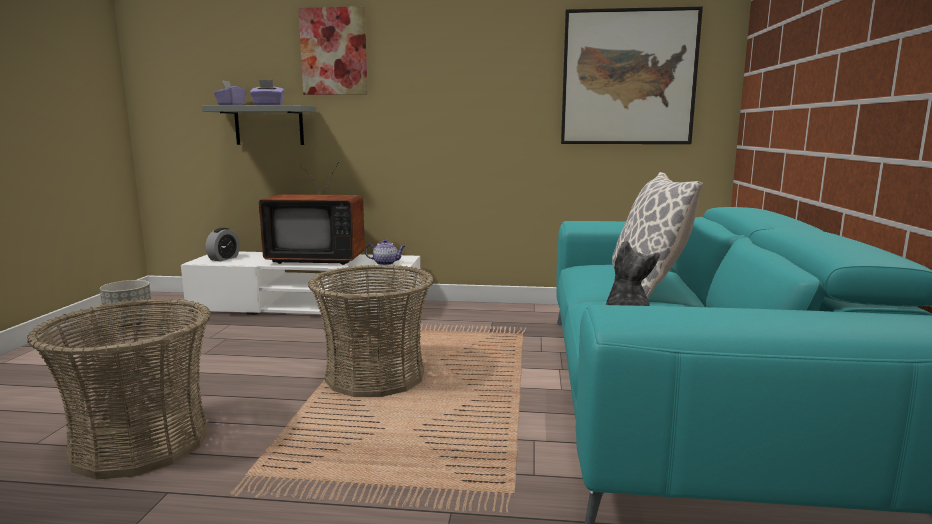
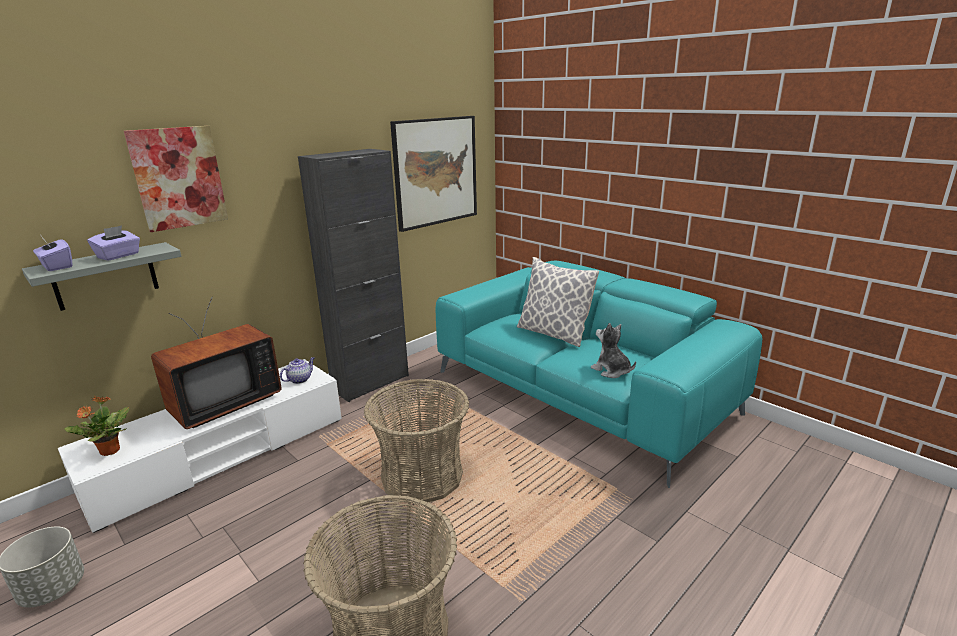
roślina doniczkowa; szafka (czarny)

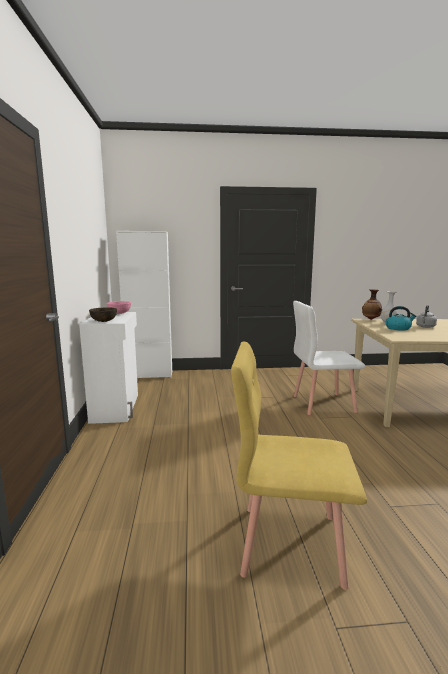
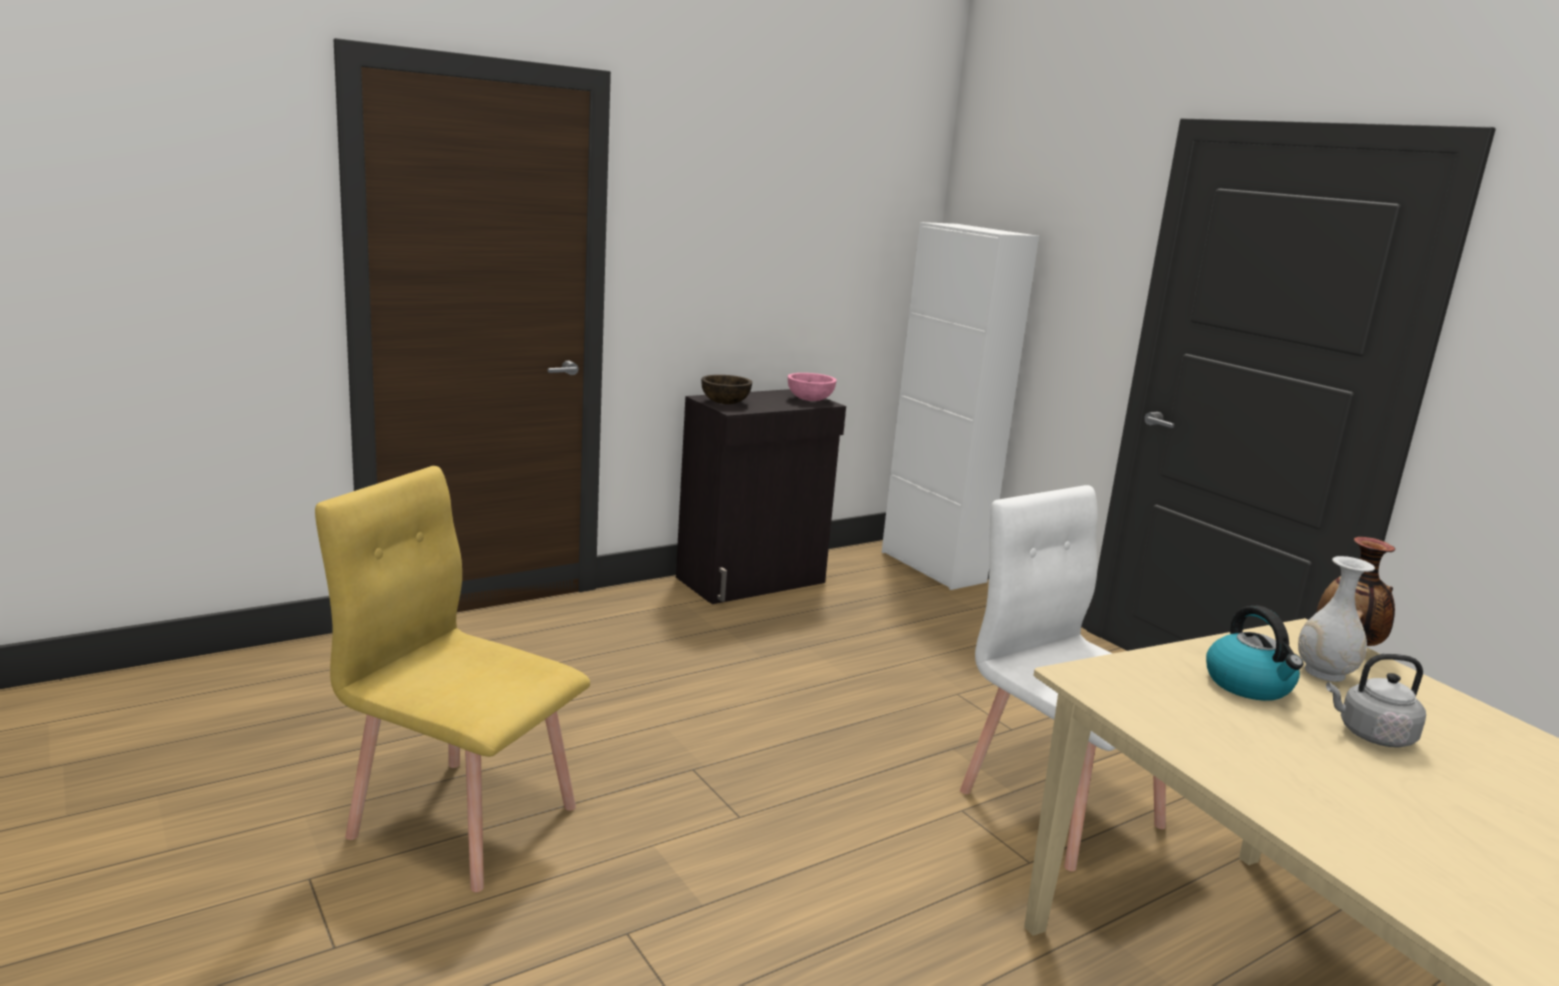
szafka (czarny); krzesło (żółty)

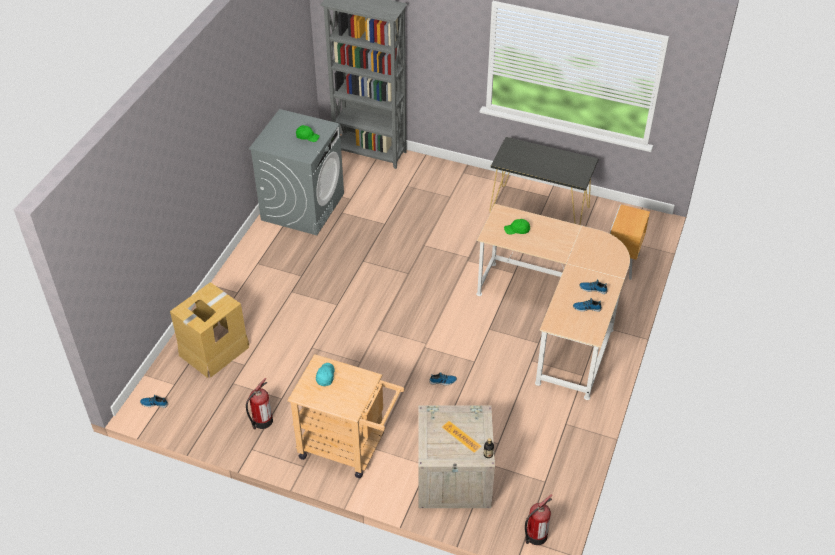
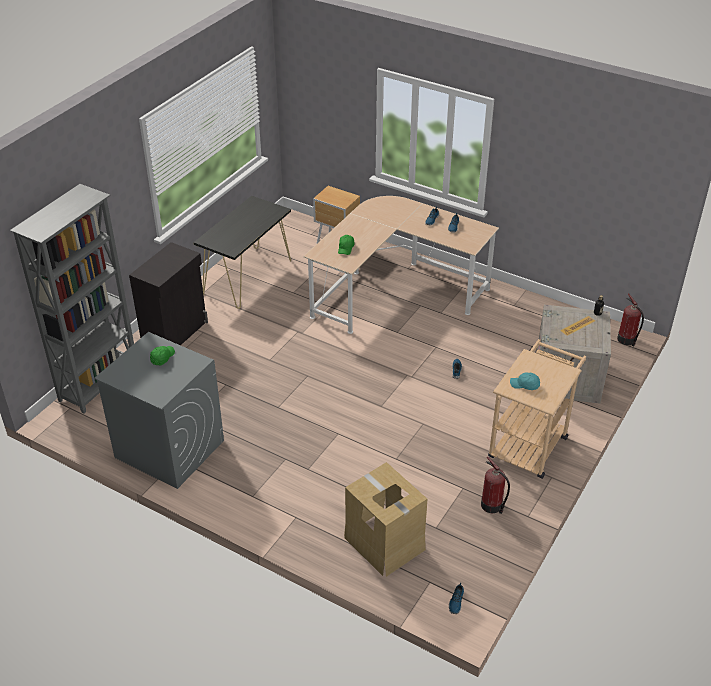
szafka (czarny)

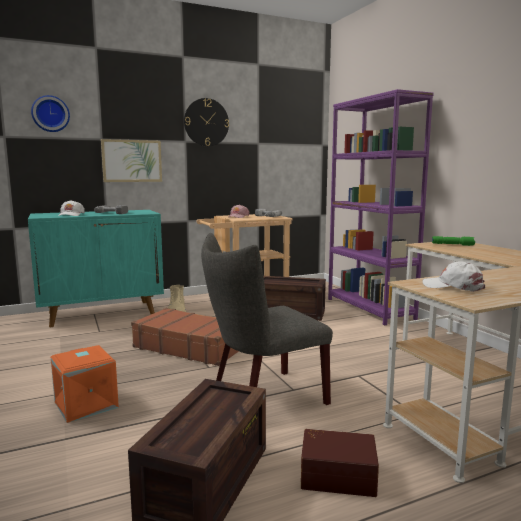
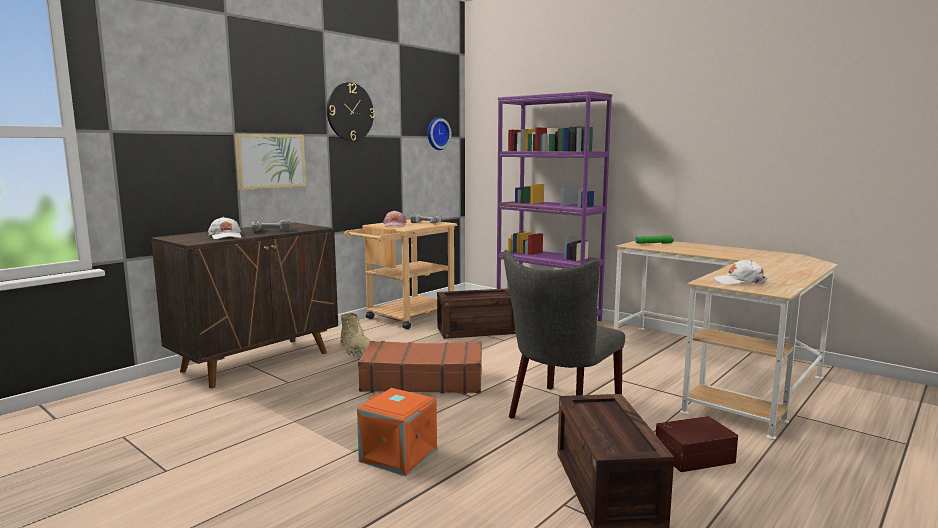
zegar ścienny (no. 2 from left); szafka (brązowy)

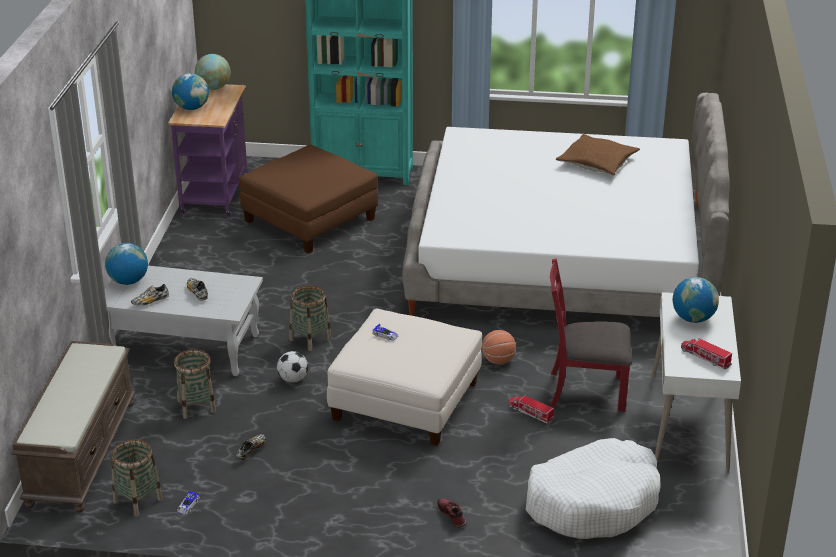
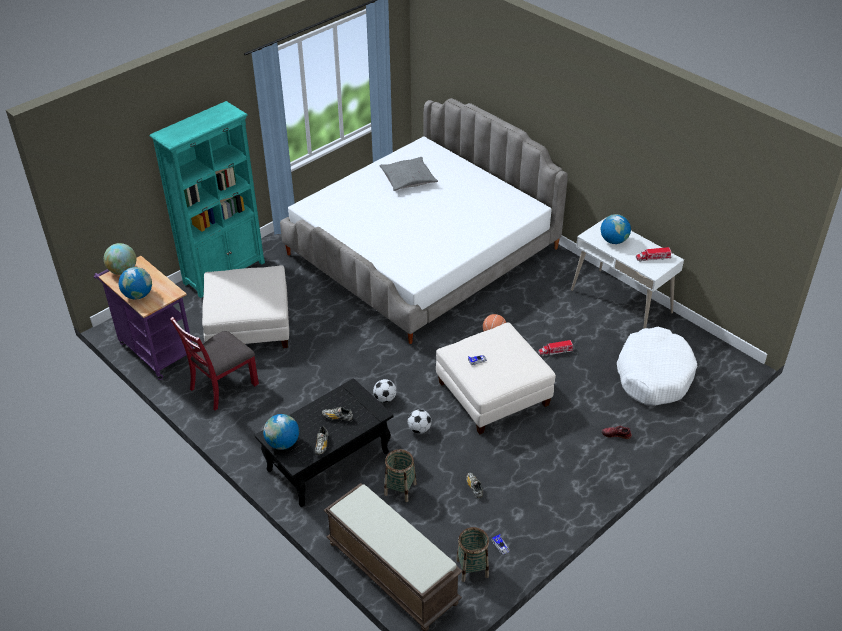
poduszka (szary); pufa (biały) (no. 1 from left); krzesło (czerwony); ława (czarny); piłka futbolowa (no. 1 from left)

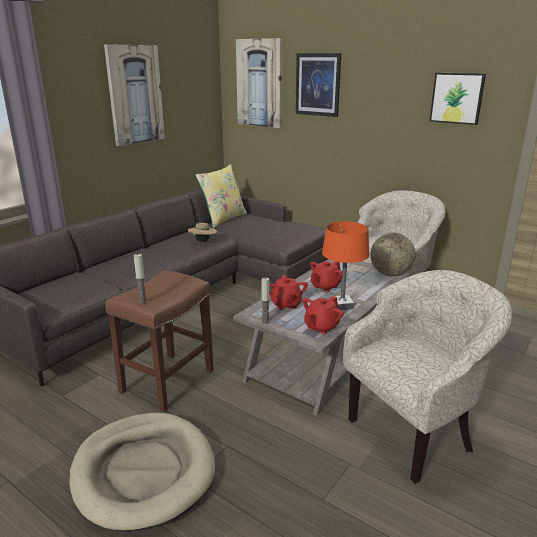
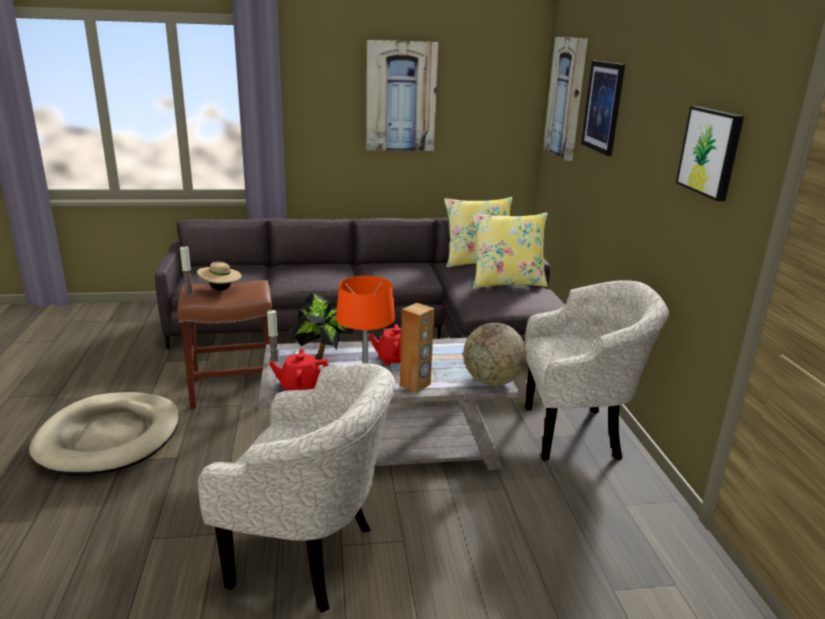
kapelusz (beżowy); roślina doniczkowa; poduszka (żółty) (no. 2 from left); głośnik (brązowy)

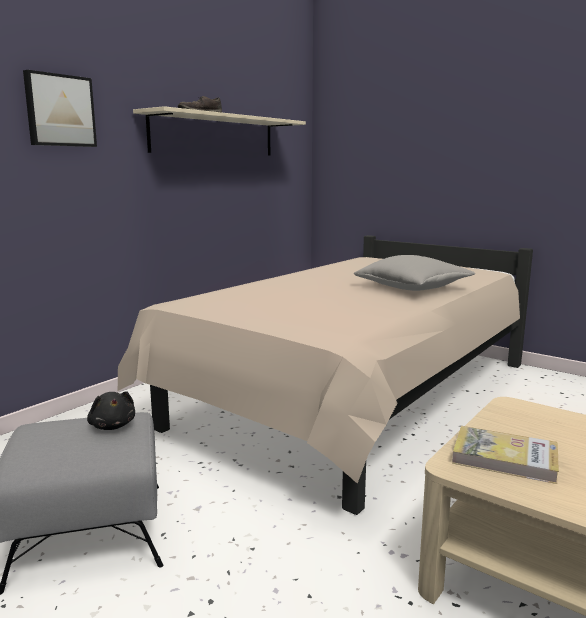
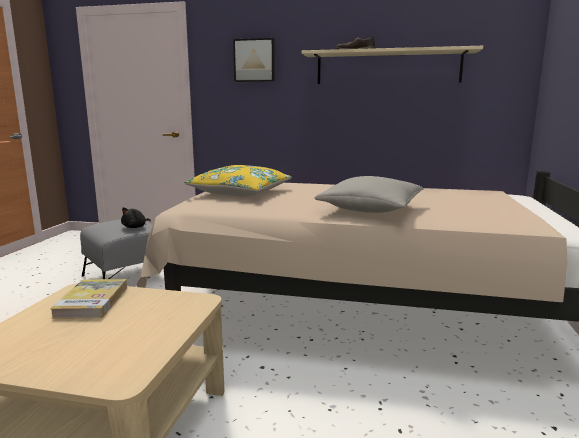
poduszka (żółty)

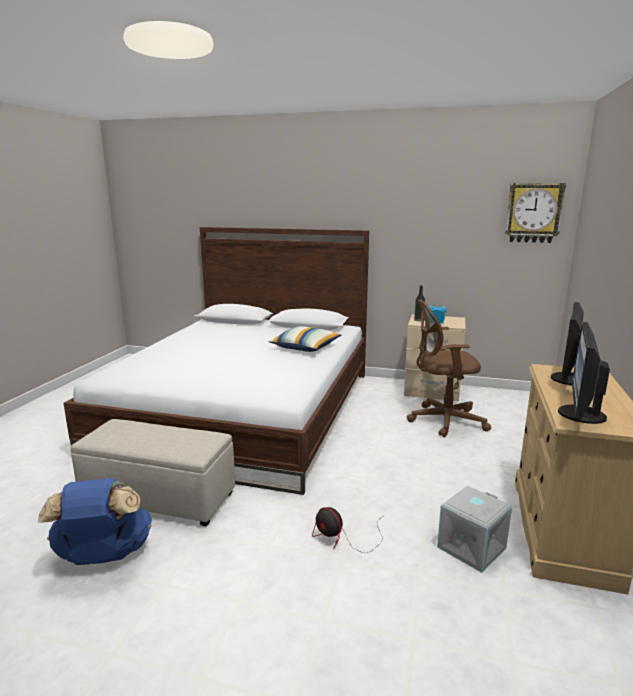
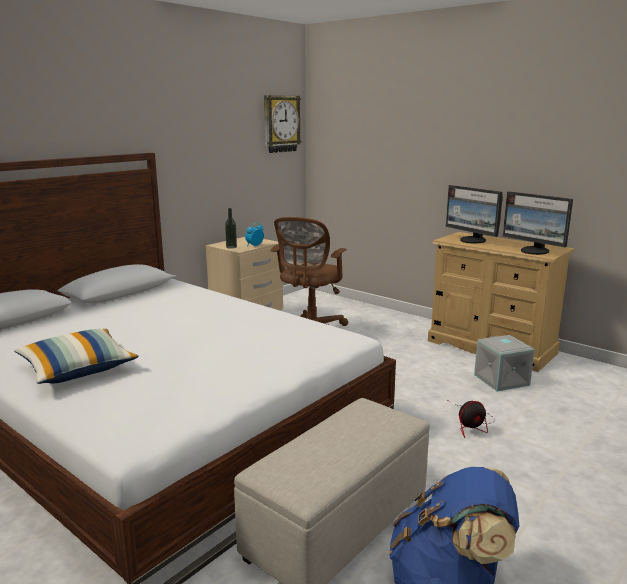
poduszka

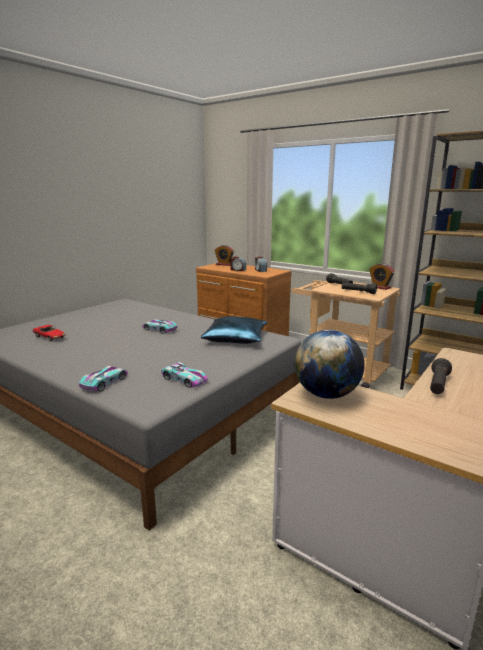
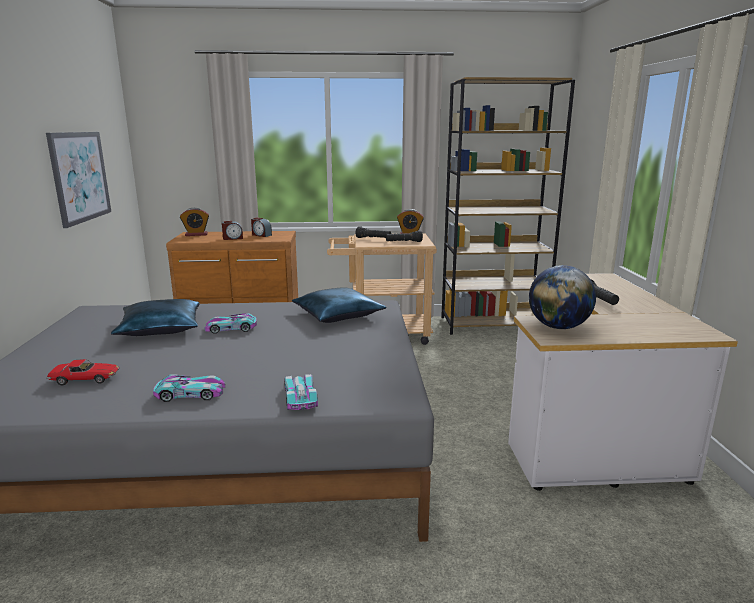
samochodzik (no. 2 from left); obraz; poduszka (niebieski) (no. 1 from left)

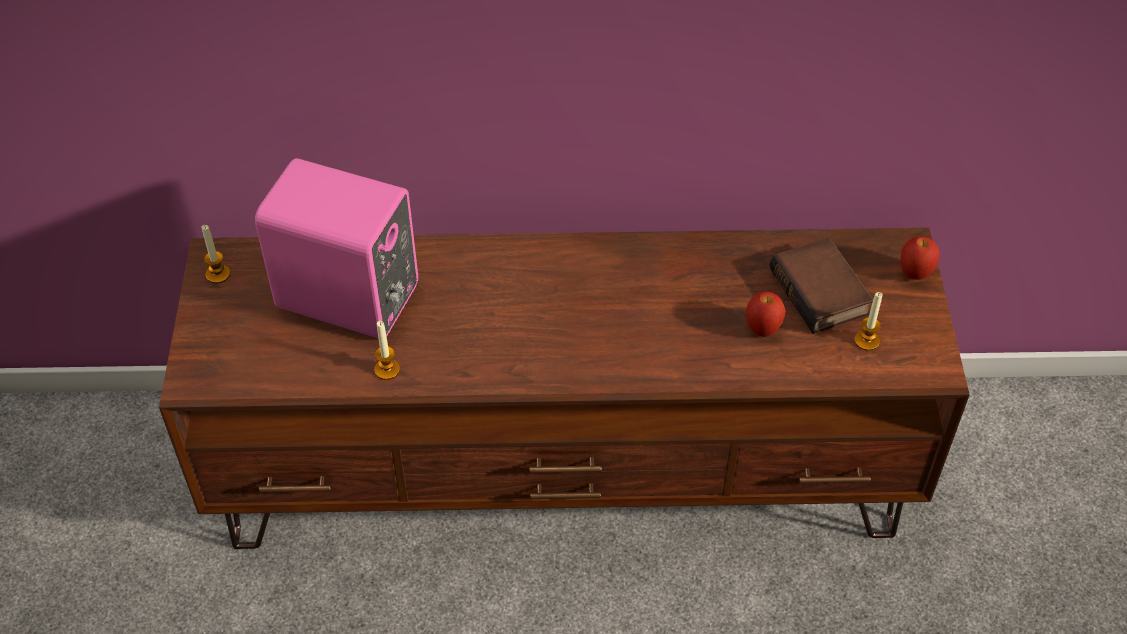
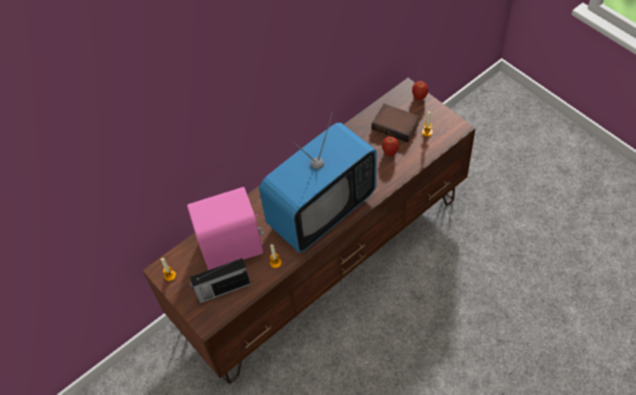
telewizor; radio

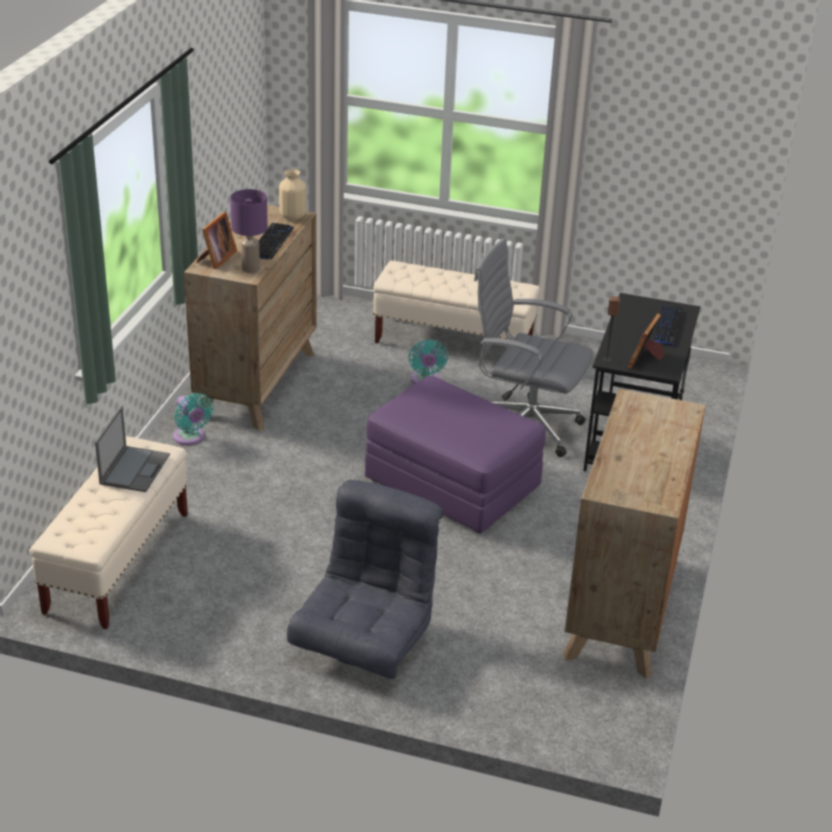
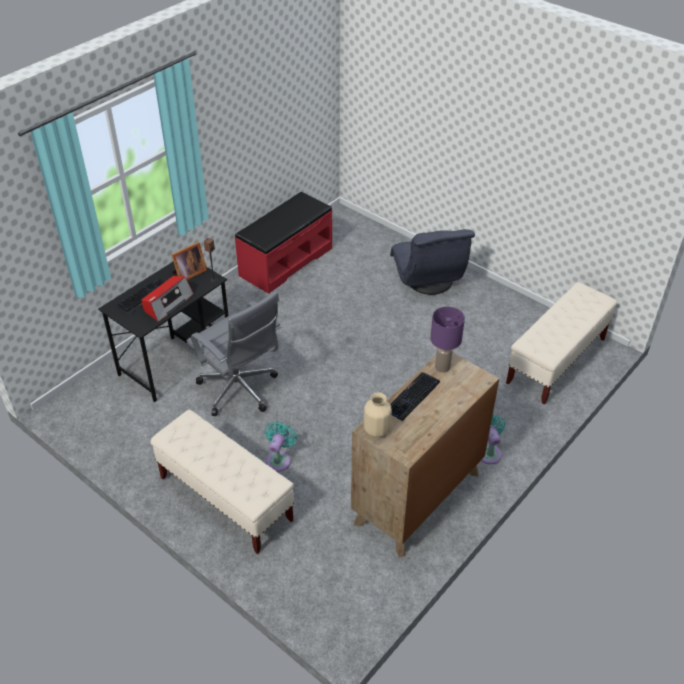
ramka na zdjęcie (no. 1 from left in the first image); pufa (fioletowy); ławka (czerwony); laptop; fotel (szary); radio

